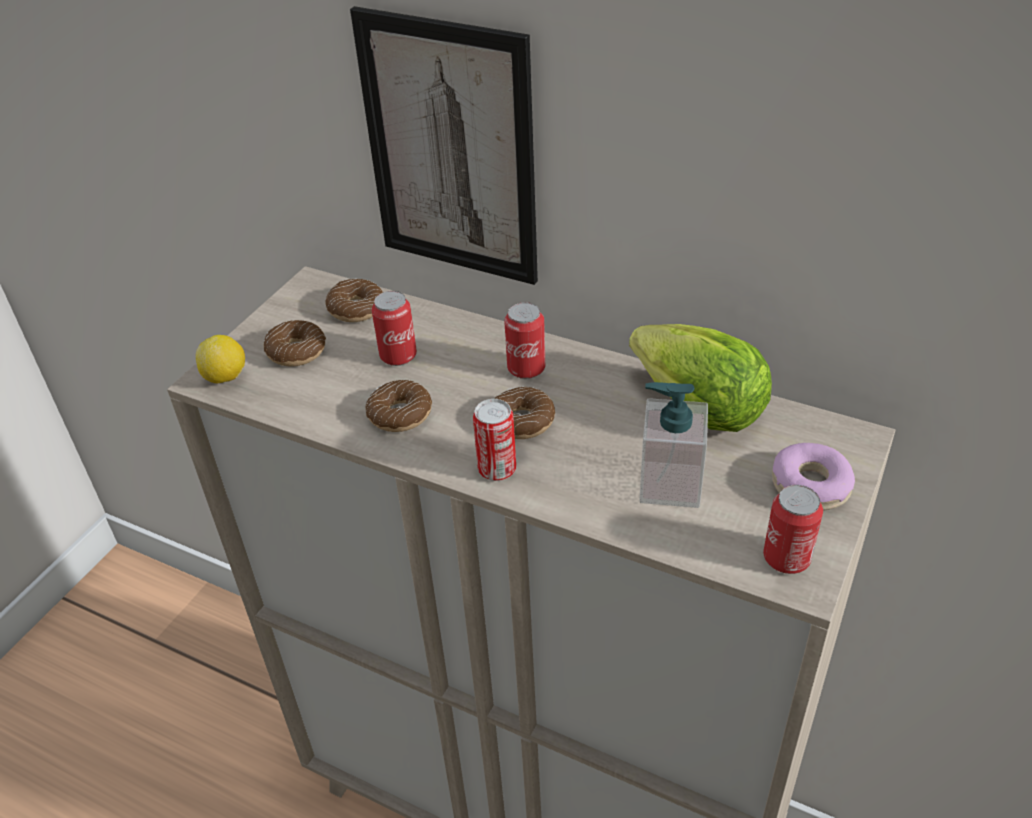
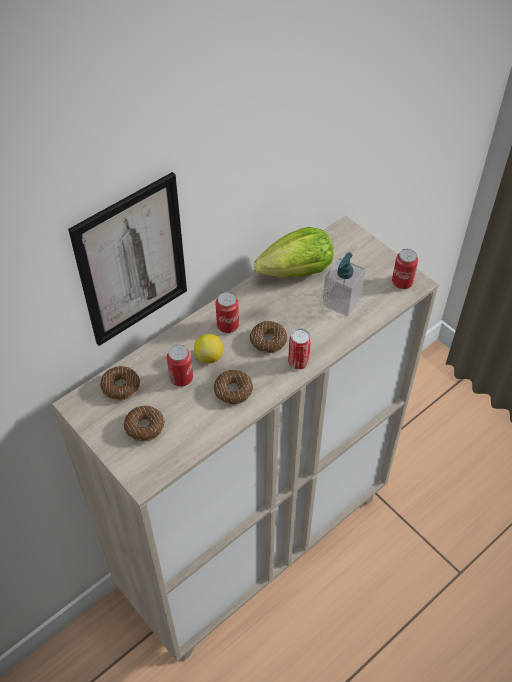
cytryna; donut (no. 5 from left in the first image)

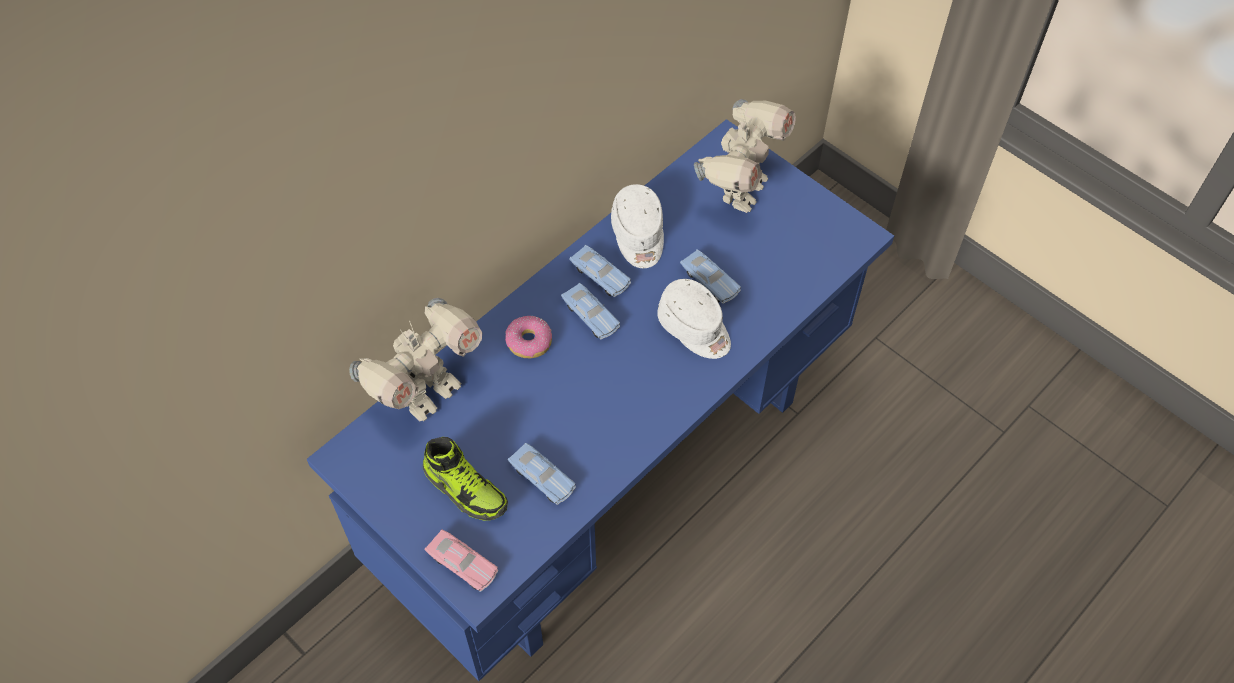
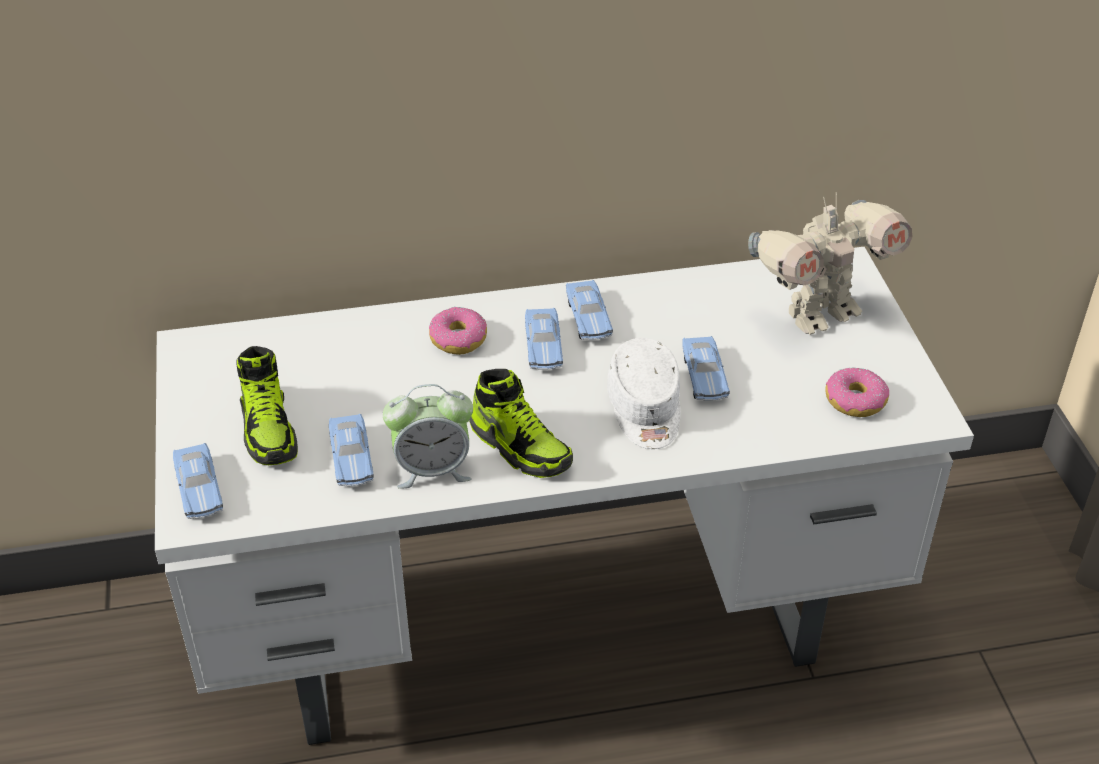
biurko (biały); czapka z daszkiem (biały) (no. 1 from left in the first image); robot zabawkowy (no. 1 from left in the first image); samochodzik (niebieski) (no. 1 from left); donut (no. 2 from left); but (no. 2 from left); budzik

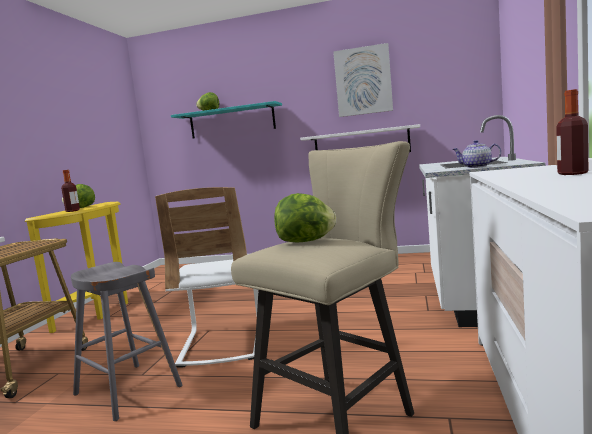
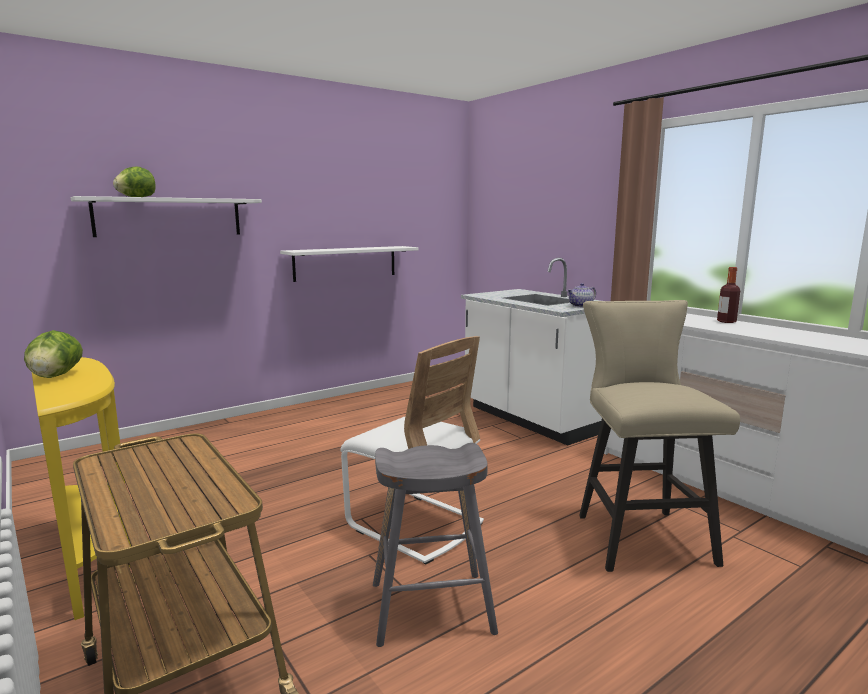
obraz; półka (biały) (no. 1 from left); butelka (no. 1 from left in the first image); sałata (no. 3 from left in the first image)

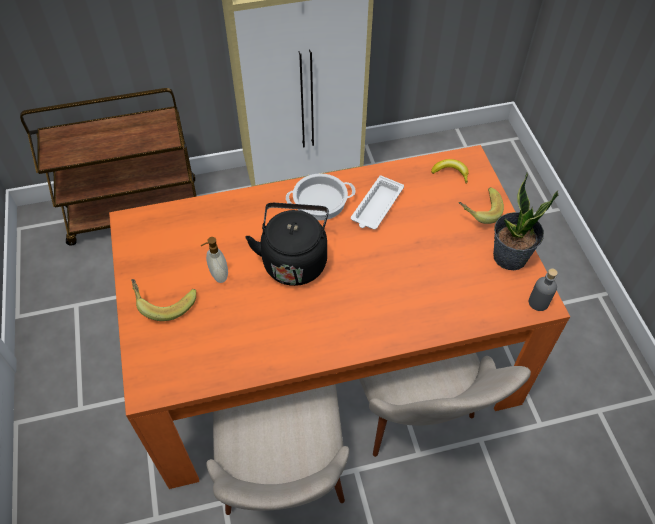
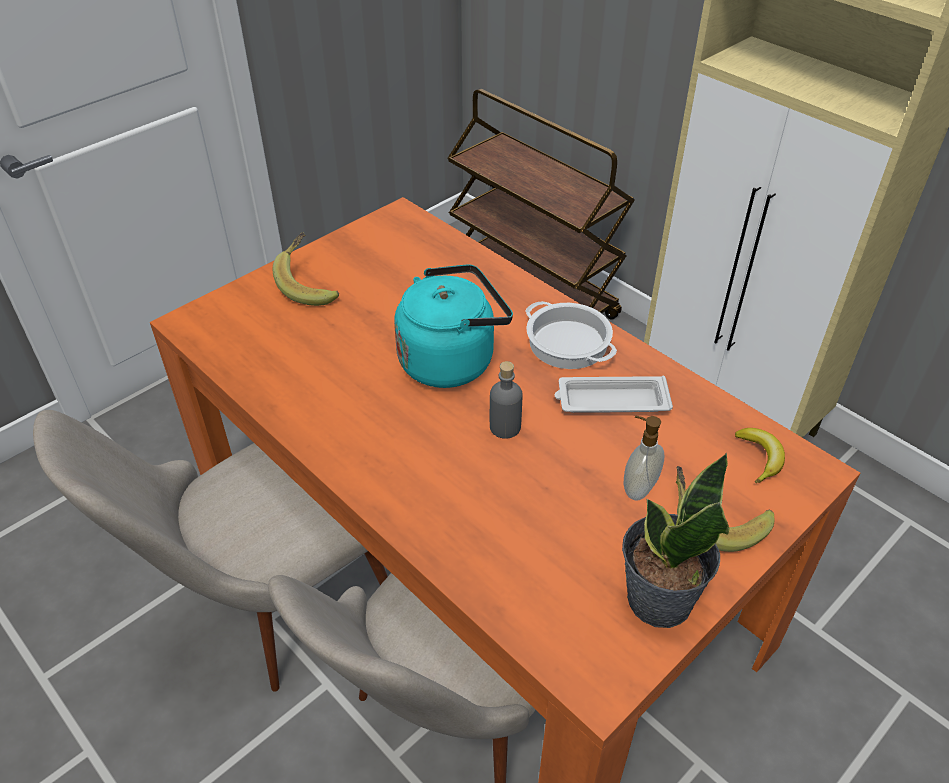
czajnik (turkusowy); dozownik mydła; butelka (szary)

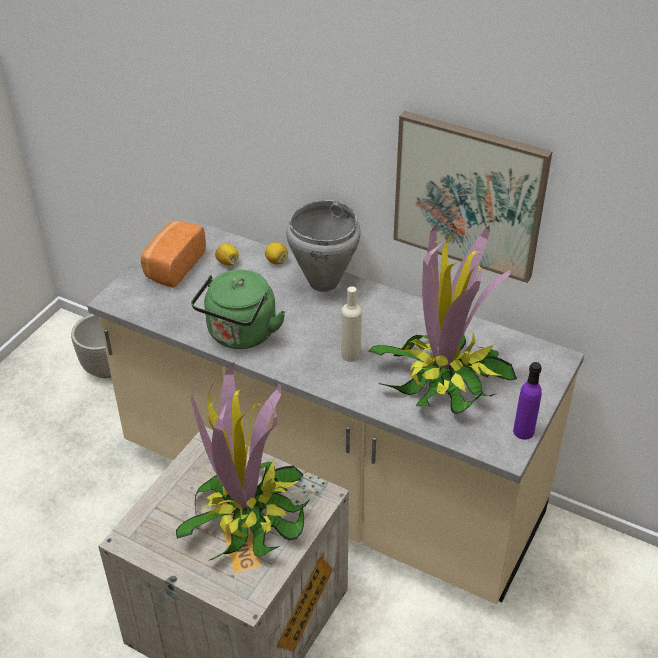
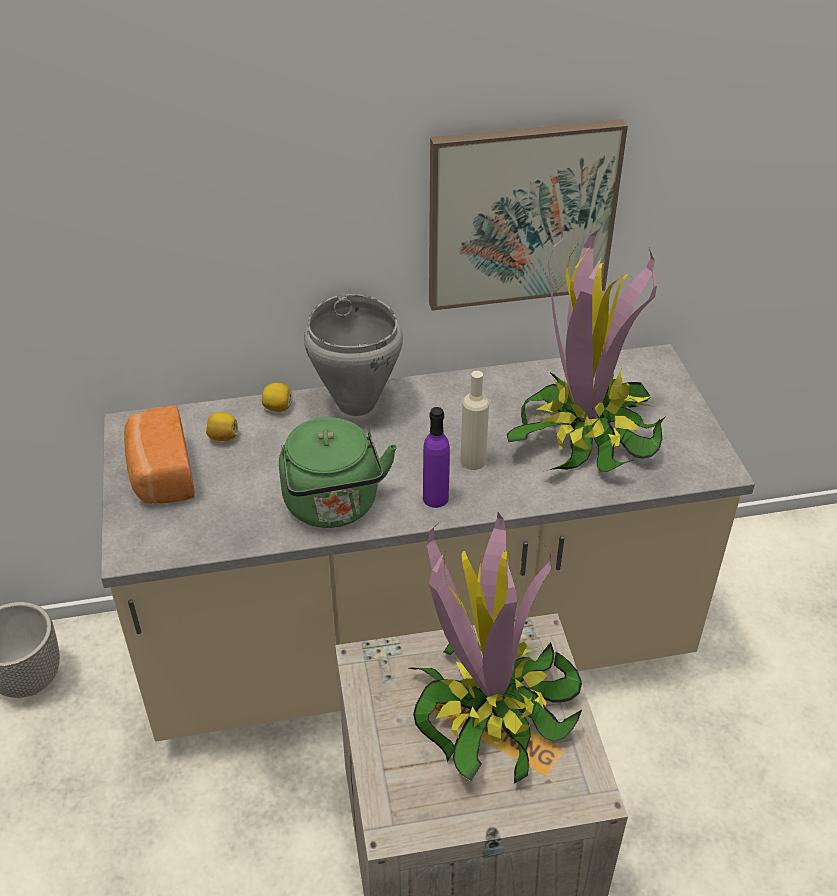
butelka (fioletowy)

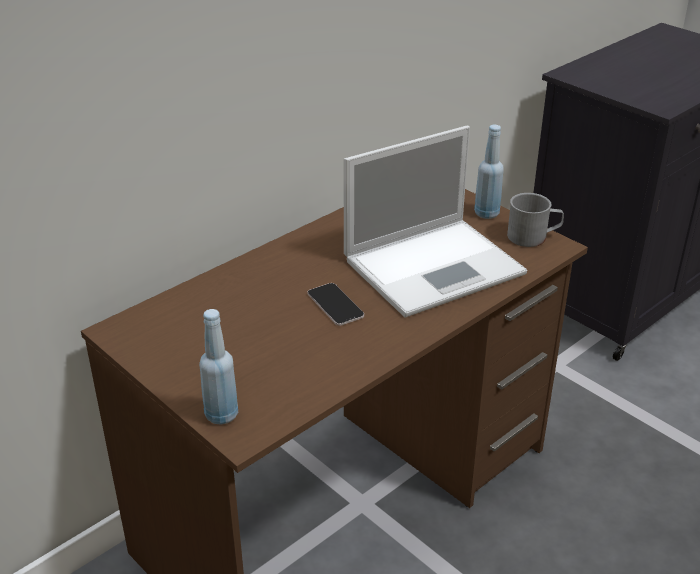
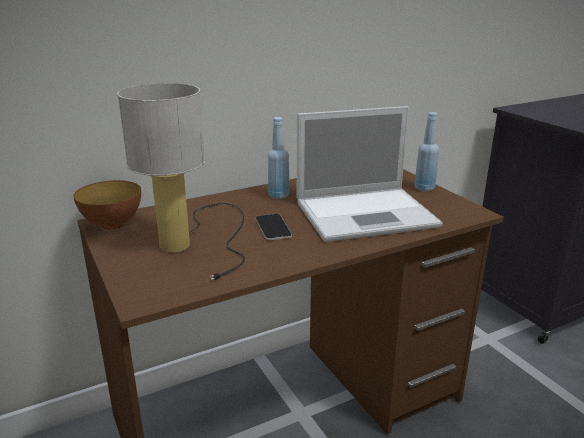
kubek (szary); butelka (niebieski) (no. 1 from left); lampa stołowa; miska

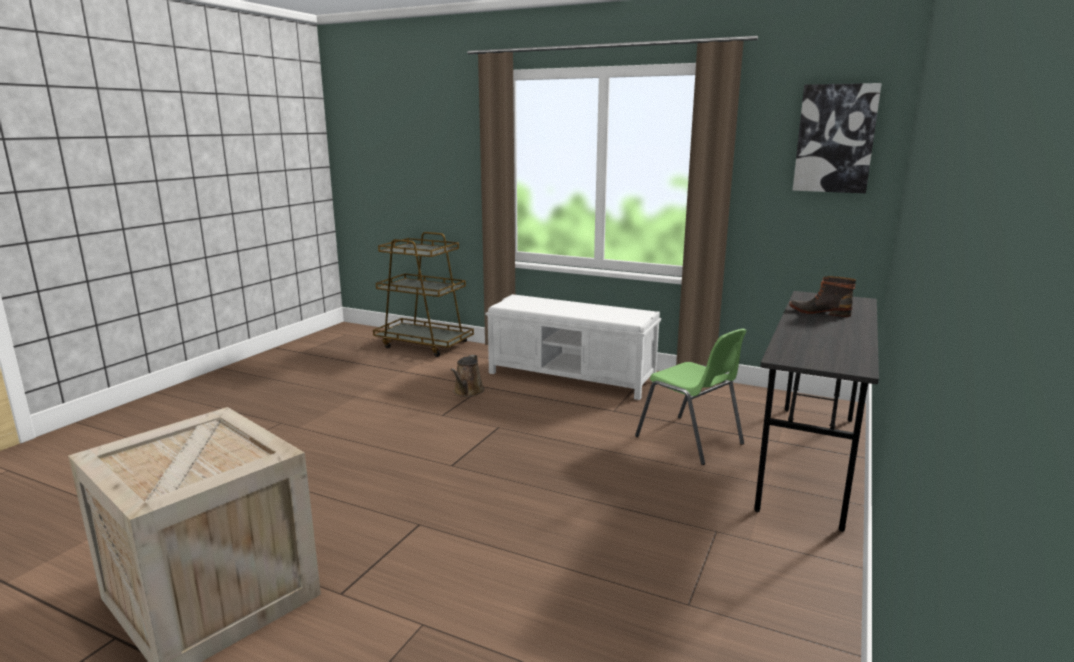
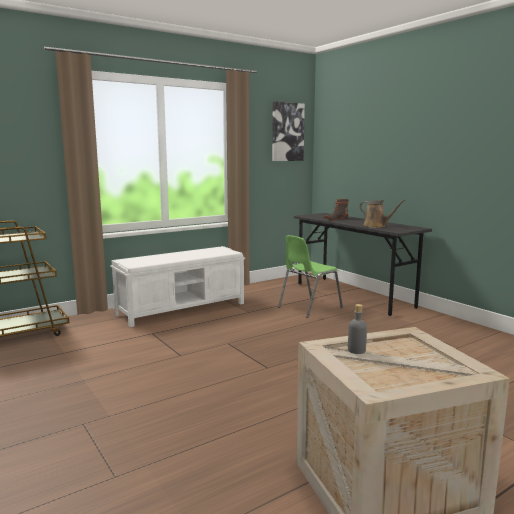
krzesło (zielony); konewka (brązowy); butelka (szary)

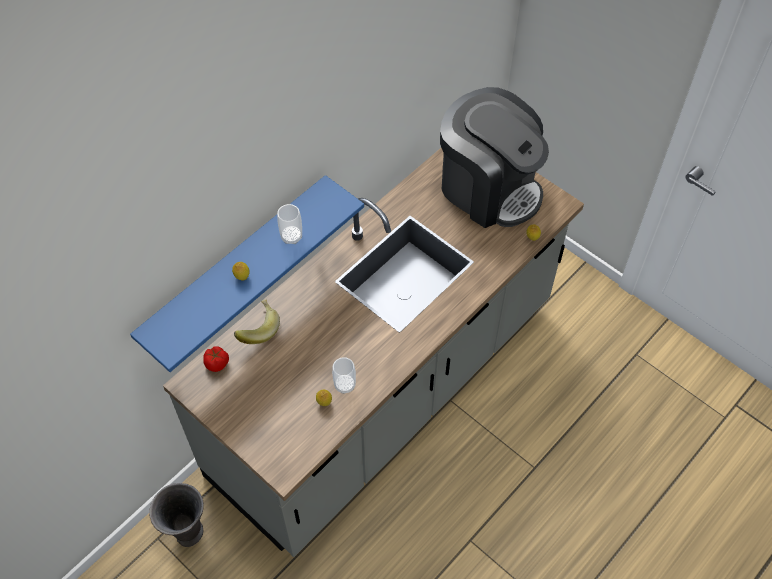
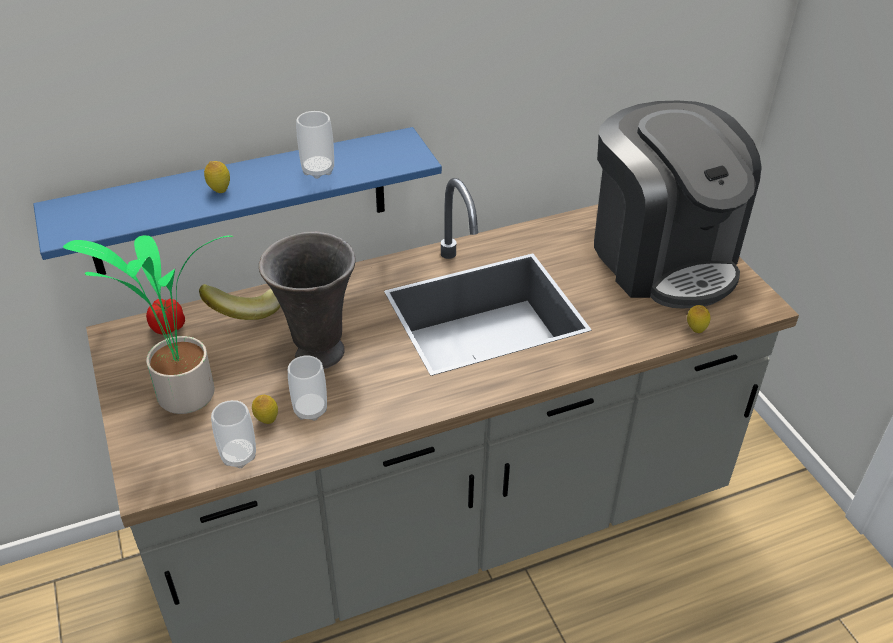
wazon (szary); roślina doniczkowa; filiżanka (no. 1 from left)

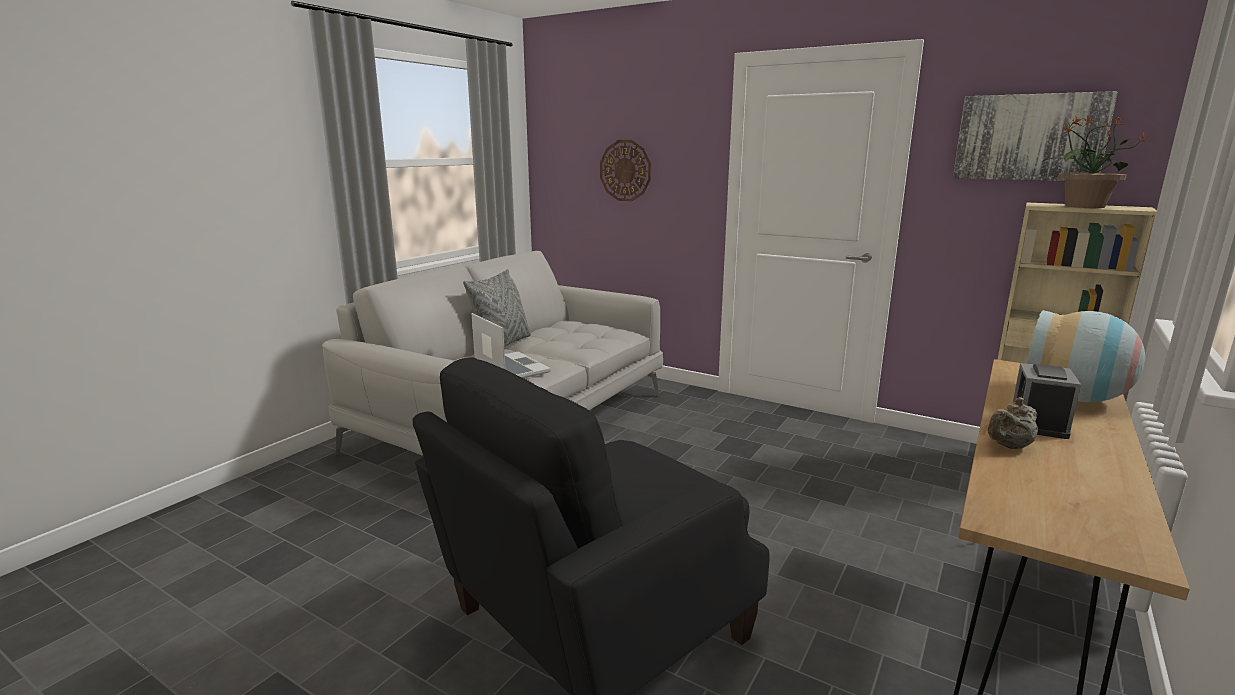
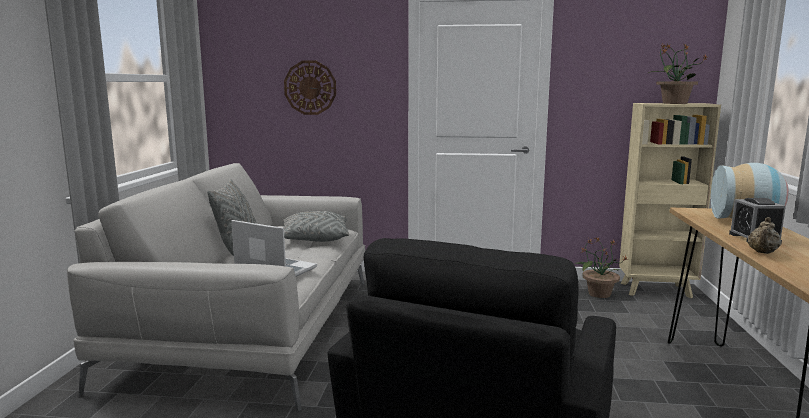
obraz; poduszka (szary) (no. 2 from left); roślina doniczkowa (no. 1 from left)

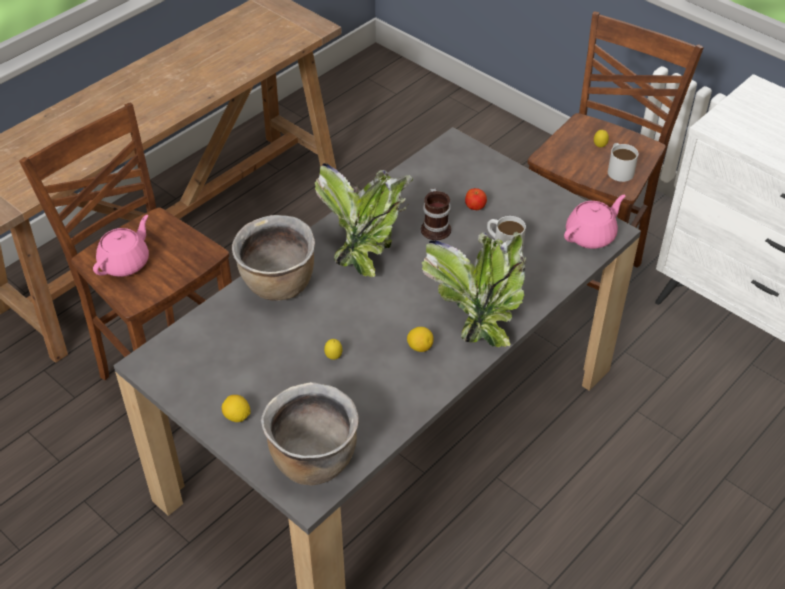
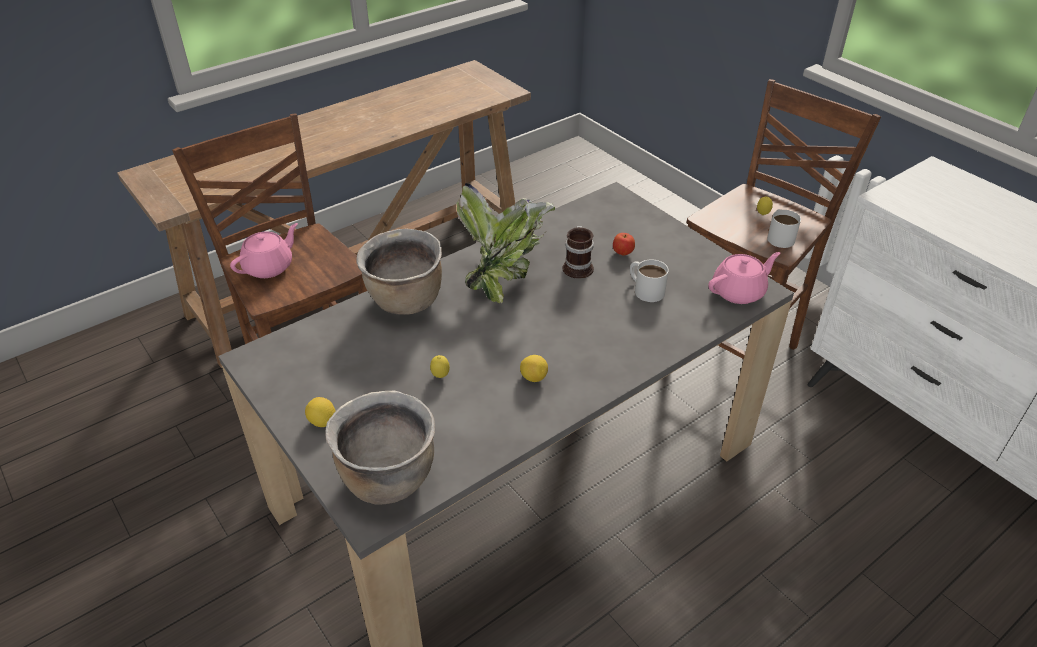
roślina doniczkowa (no. 2 from left in the first image)

